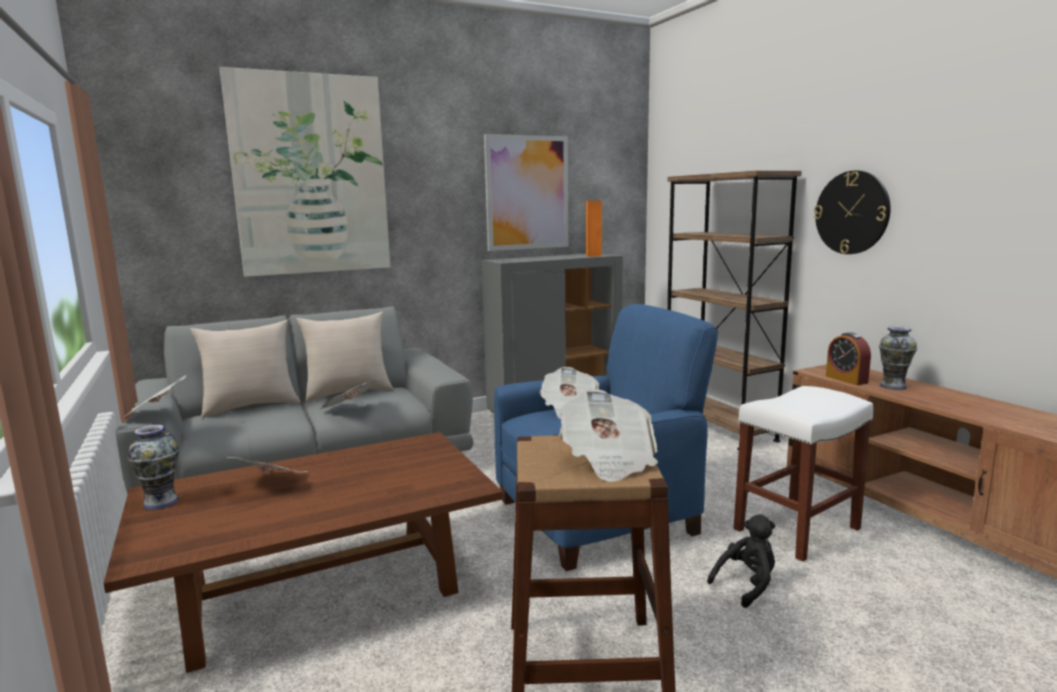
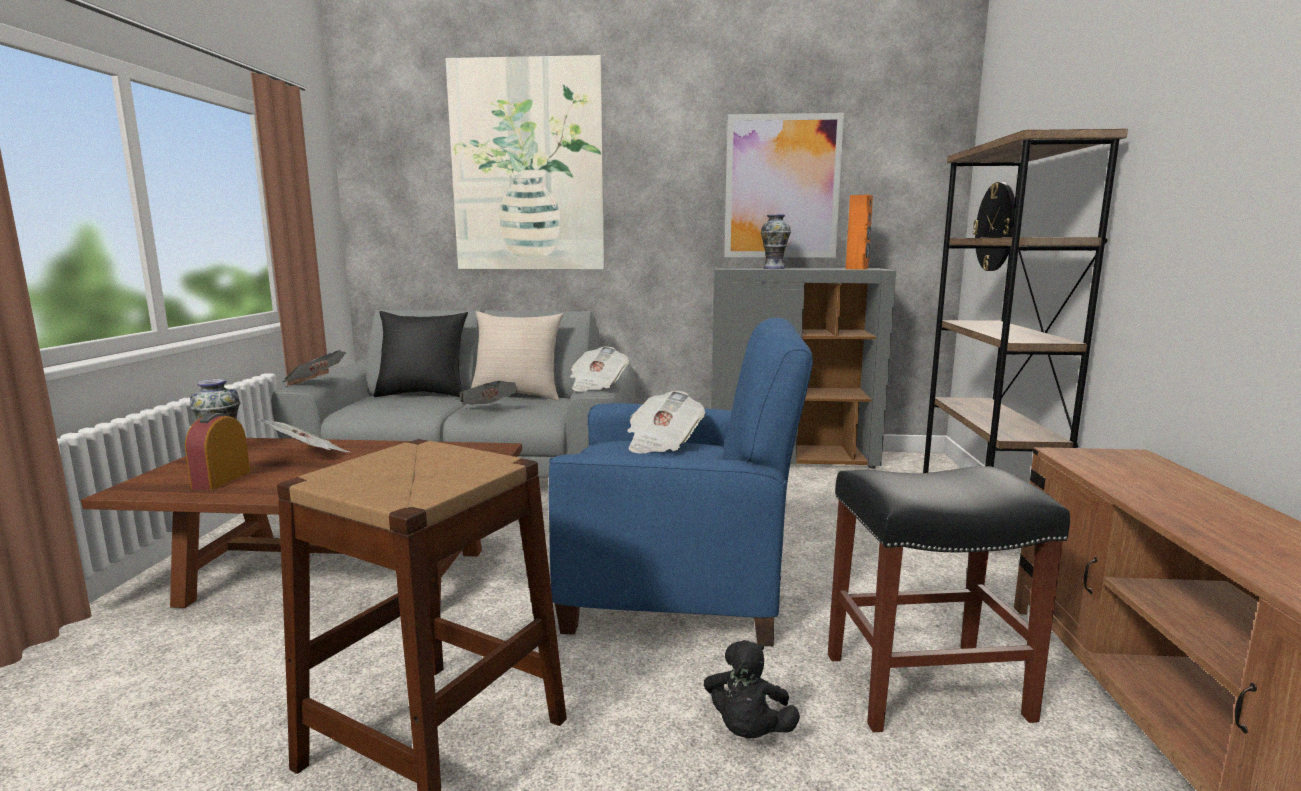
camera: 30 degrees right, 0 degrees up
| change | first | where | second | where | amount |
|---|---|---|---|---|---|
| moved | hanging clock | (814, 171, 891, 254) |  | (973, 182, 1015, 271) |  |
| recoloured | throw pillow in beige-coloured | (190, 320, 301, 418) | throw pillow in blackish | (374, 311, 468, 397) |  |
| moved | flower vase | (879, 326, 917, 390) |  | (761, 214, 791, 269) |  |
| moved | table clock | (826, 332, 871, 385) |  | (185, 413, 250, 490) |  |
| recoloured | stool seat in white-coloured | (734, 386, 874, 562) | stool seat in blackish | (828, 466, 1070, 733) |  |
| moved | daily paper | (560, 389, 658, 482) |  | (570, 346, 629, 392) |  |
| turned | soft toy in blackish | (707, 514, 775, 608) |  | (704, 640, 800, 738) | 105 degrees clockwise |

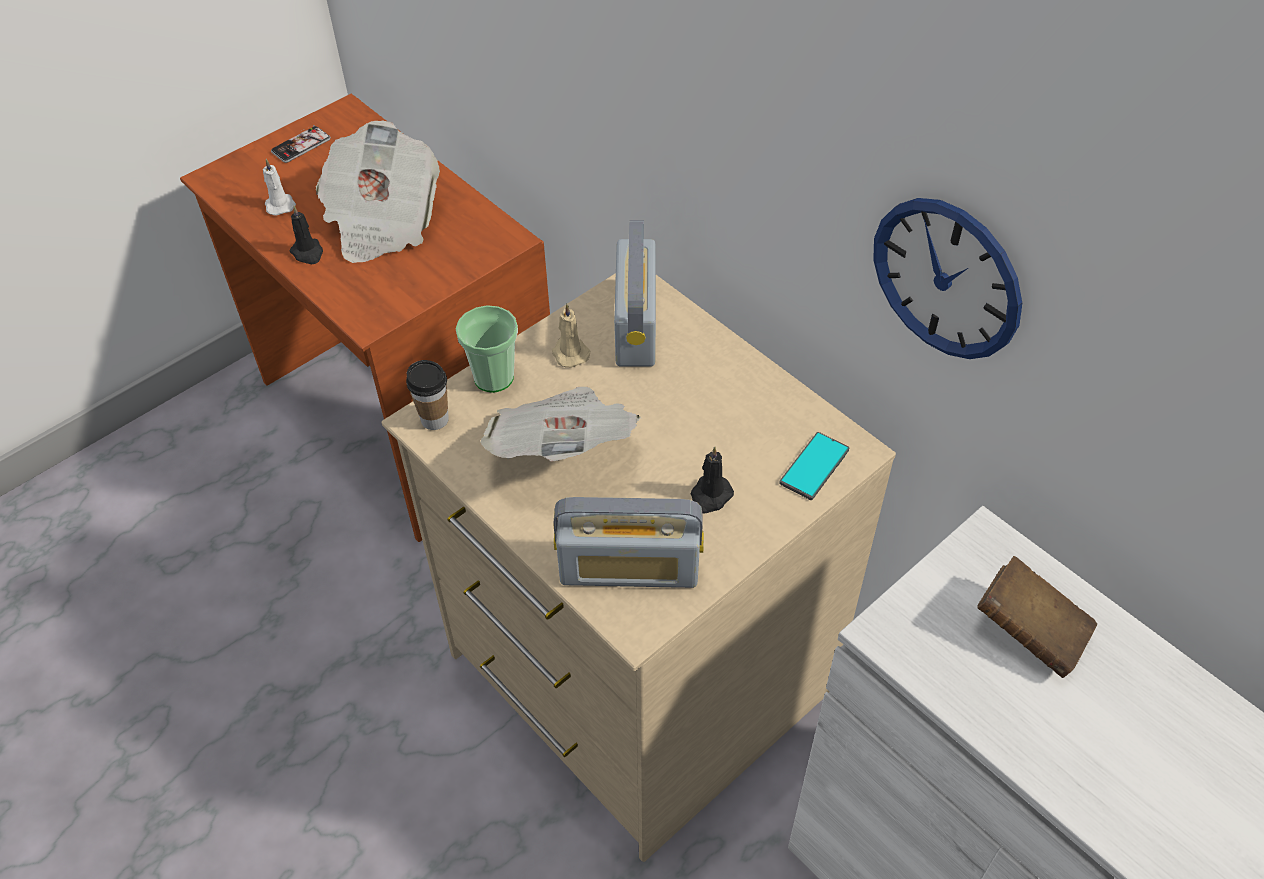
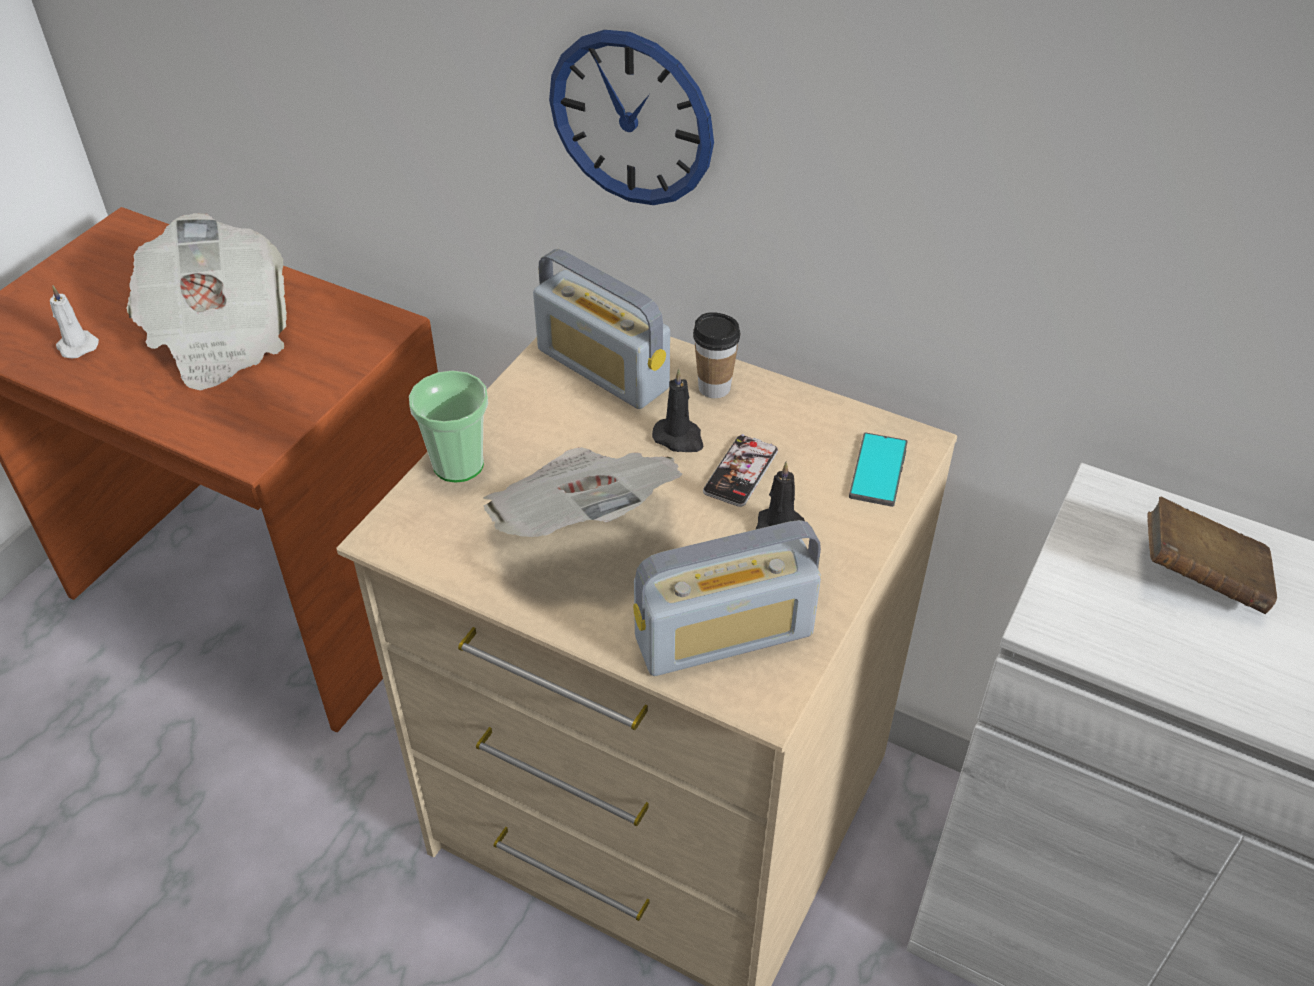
camera: 20 degrees left, 5 degrees down
| change | first | where | second | where | amount |
|---|---|---|---|---|---|
| moved | telephone | (271, 125, 331, 163) |  | (703, 434, 778, 507) |  |
| moved | hanging clock | (873, 198, 1022, 359) |  | (549, 30, 714, 205) |  |
| moved | wax candle in blackish | (289, 206, 323, 264) |  | (652, 369, 703, 452) |  |
| turned | radio receiver | (614, 220, 656, 367) |  | (533, 249, 670, 409) | 150 degrees clockwise |
| removed | wax candle in beige-coloured | (552, 304, 590, 368) |  |  |  |
| moved | cup | (406, 360, 449, 430) |  | (693, 312, 741, 398) |  |

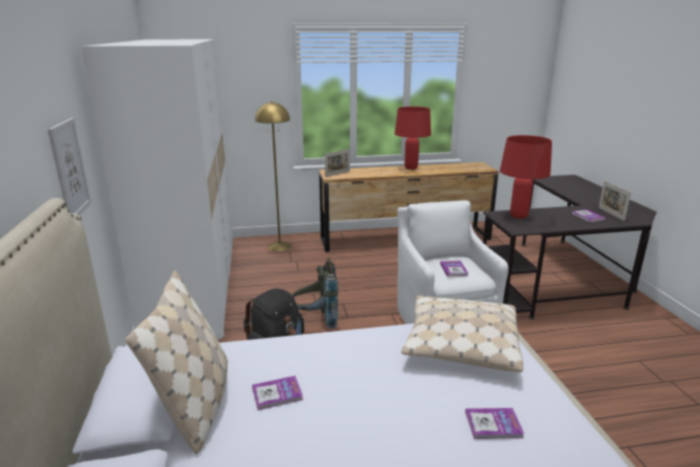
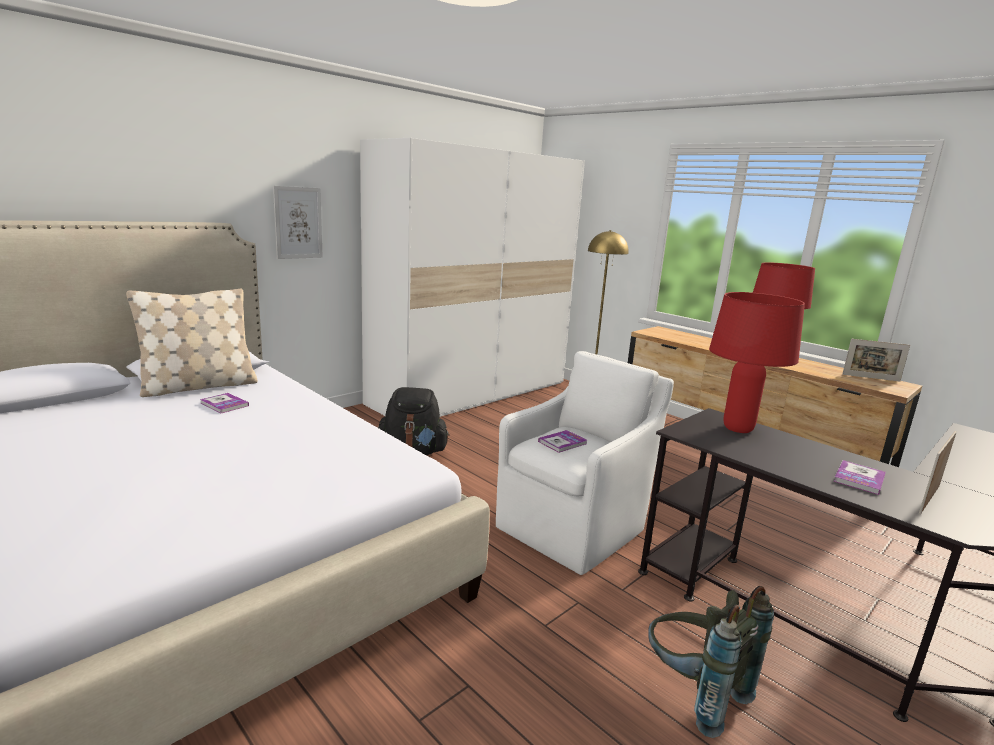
camera: 55 degrees right, 5 degrees down
| change | first | where | second | where | amount |
|---|---|---|---|---|---|
| moved | standing frame | (325, 149, 350, 177) |  | (842, 339, 910, 381) |  |
| moved | rucksack in gray | (292, 257, 338, 328) |  | (648, 586, 774, 738) |  |
| removed | throw pillow in beige-coloured | (401, 296, 523, 372) |  |  |  |
| removed | book | (465, 408, 524, 439) |  |  |  |

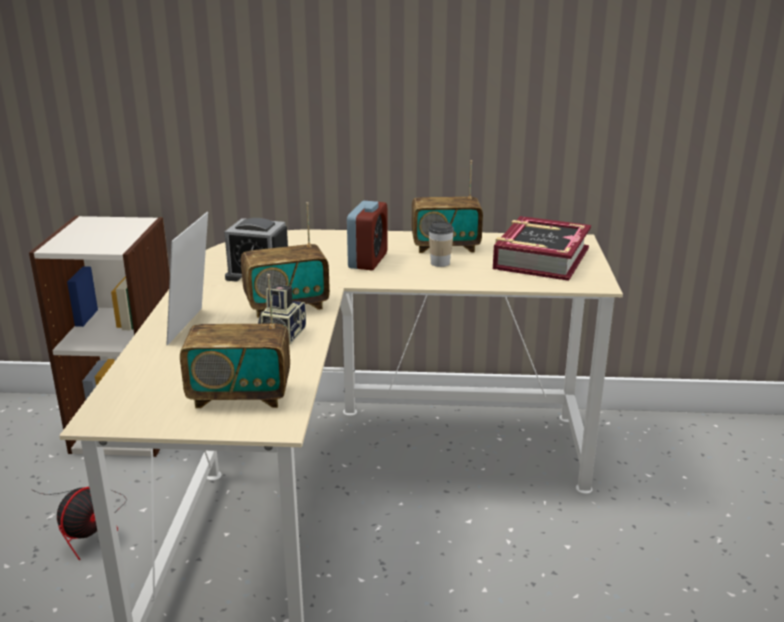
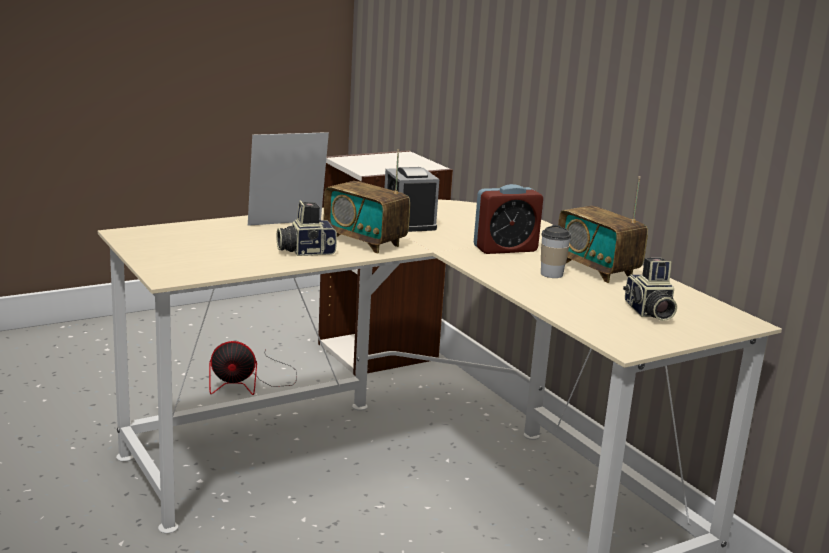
camera: 55 degrees right, 5 degrees down
| change | first | where | second | where | amount |
|---|---|---|---|---|---|
| replaced | book | (493, 216, 591, 281) | still camera | (623, 258, 677, 321) |  |
| removed | radio receiver | (180, 274, 290, 408) |  |  |  |

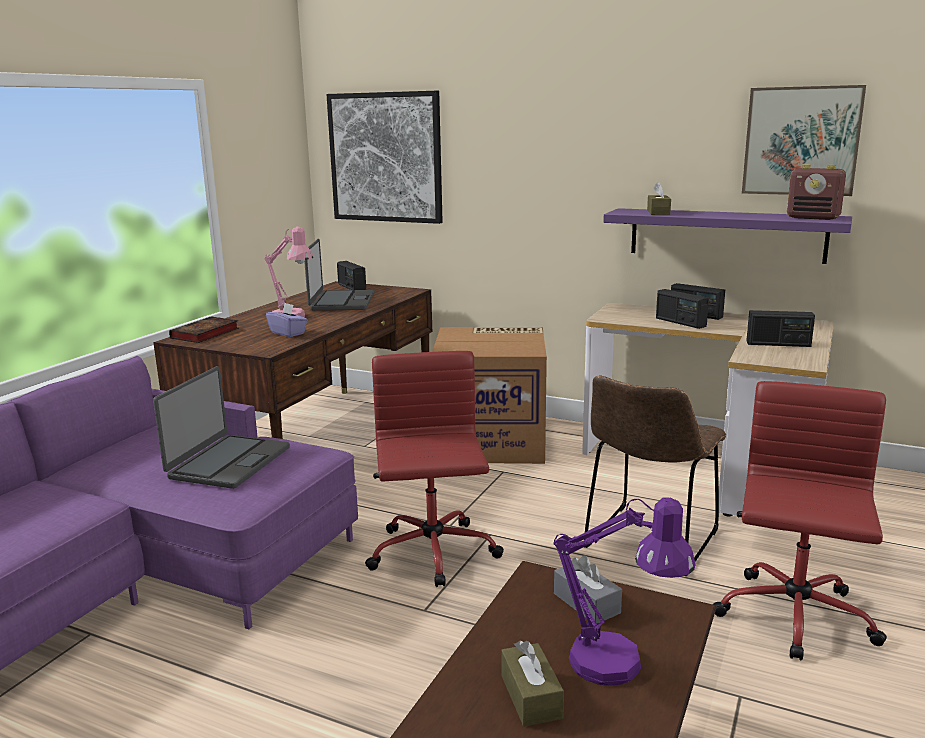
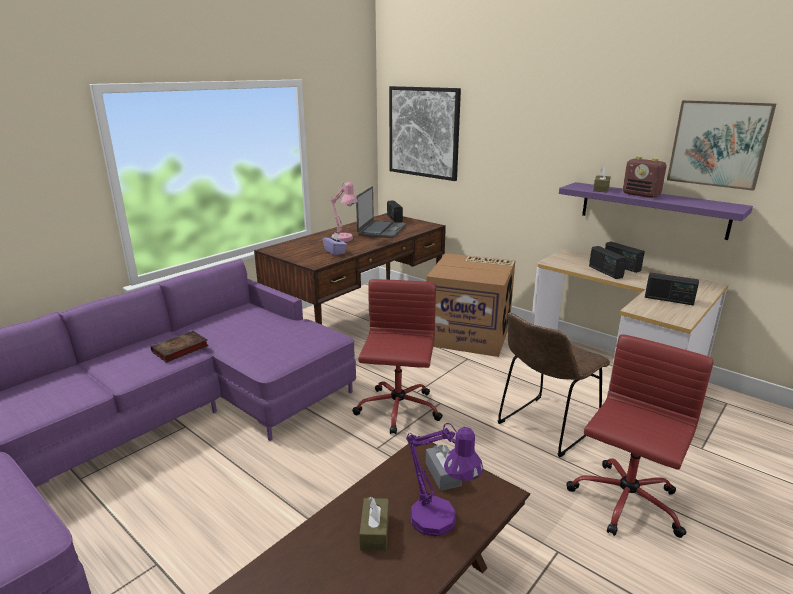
camera: 15 degrees right, 5 degrees up
| change | first | where | second | where | amount |
|---|---|---|---|---|---|
| moved | radio receiver | (787, 164, 846, 220) |  | (623, 156, 667, 198) |  |
| moved | book | (169, 316, 239, 343) |  | (151, 331, 209, 363) |  |
| removed | notebook computer | (153, 366, 290, 489) |  |  |  |

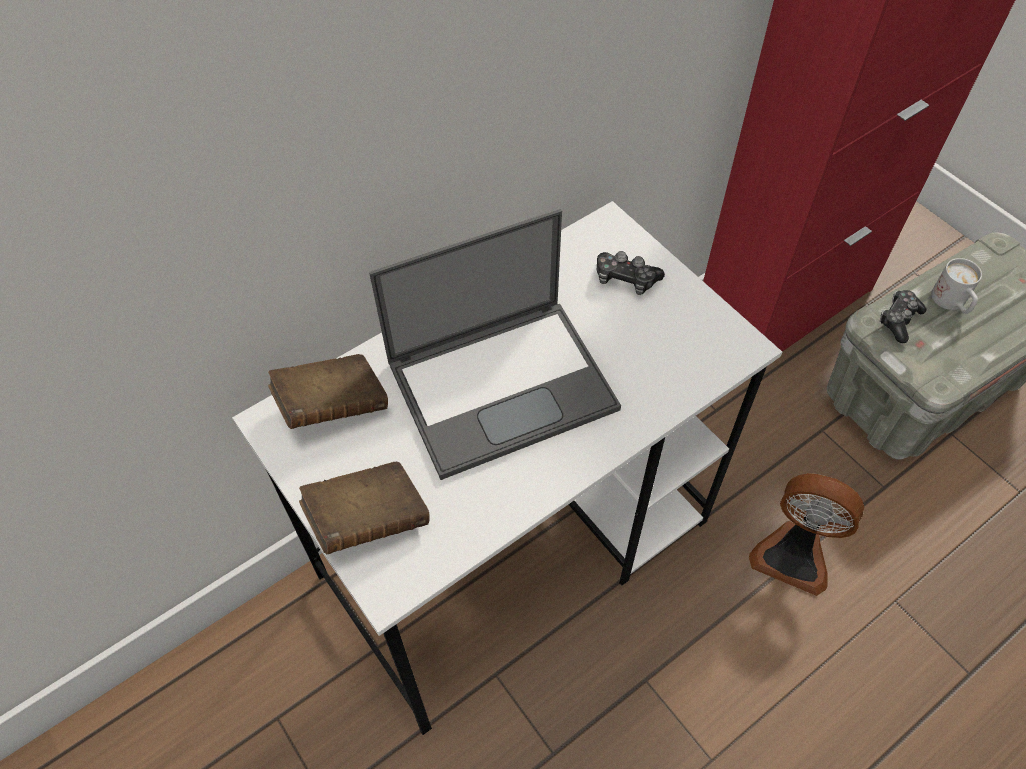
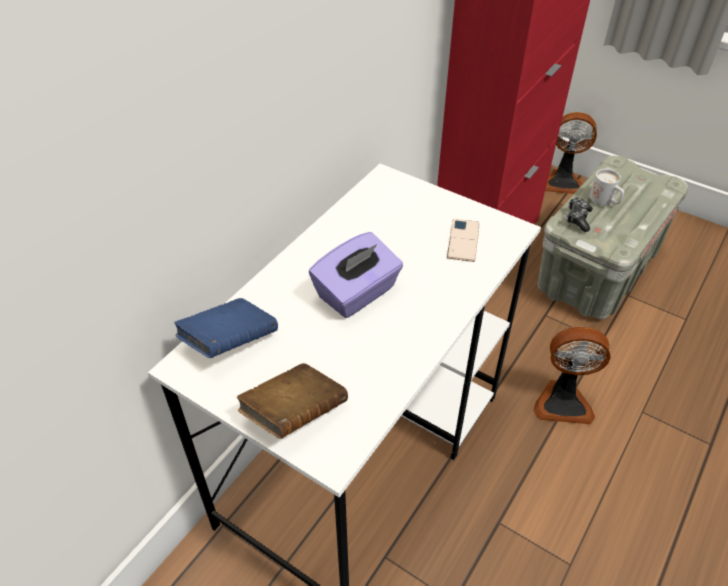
camera: 20 degrees left, 10 degrees down
| change | first | where | second | where | amount |
|---|---|---|---|---|---|
| replaced | notebook computer | (369, 209, 621, 480) | tissue box in purplish | (309, 232, 403, 318) |  |
| removed | gamepad | (597, 251, 665, 295) |  |  |  |
| recoloured | book in brown-coloured | (268, 354, 388, 429) | book in blue | (174, 298, 278, 358) |  |
| added |  |  | fan | (545, 112, 597, 194) |  |
| added |  |  | telephone | (447, 219, 480, 262) |  |

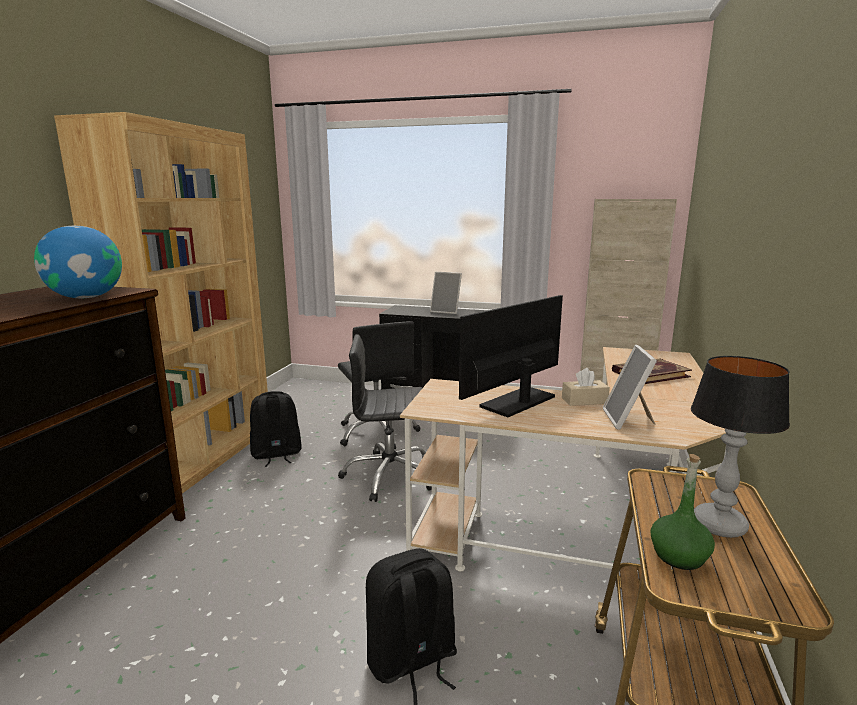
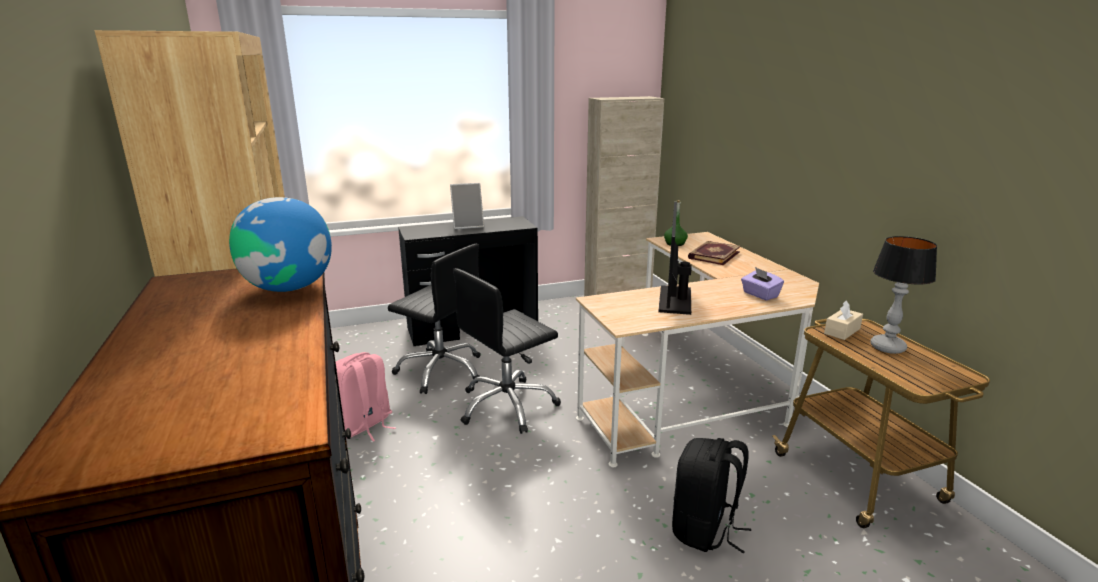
camera: 35 degrees left, 5 degrees up
| change | first | where | second | where | amount |
|---|---|---|---|---|---|
| replaced | standing frame | (603, 345, 657, 430) | tissue box in purplish | (741, 267, 784, 300) |  |
| moved | tissue box in beige-coloured | (562, 368, 610, 406) |  | (824, 300, 863, 340) |  |
| recoloured | rucksack in blackish | (250, 391, 302, 467) | rucksack in pinkish | (336, 352, 396, 441) |  |
| moved | beverage bottle in greenish | (650, 454, 715, 570) |  | (664, 200, 688, 246) |  |

